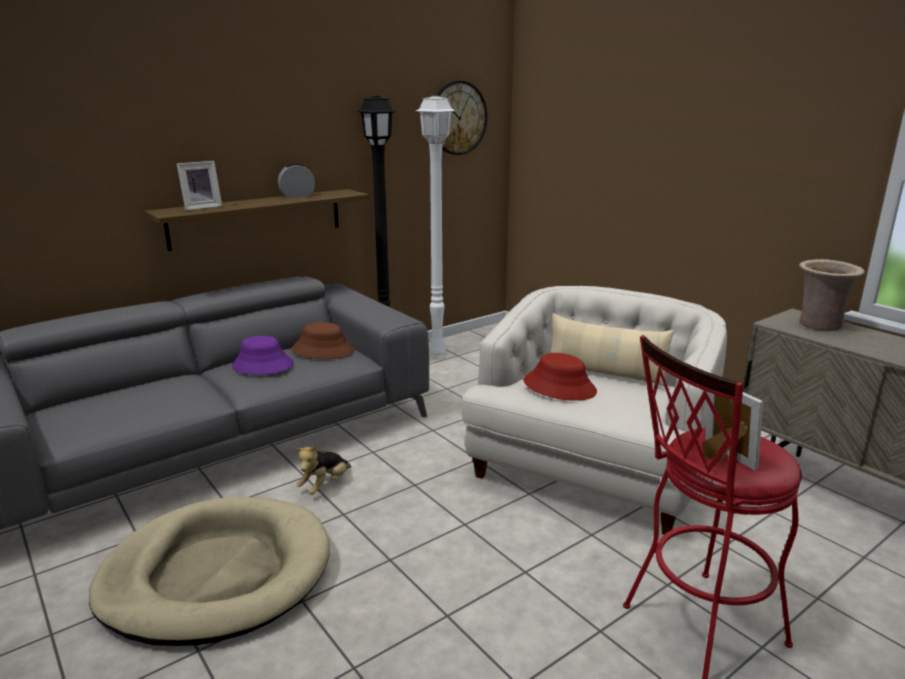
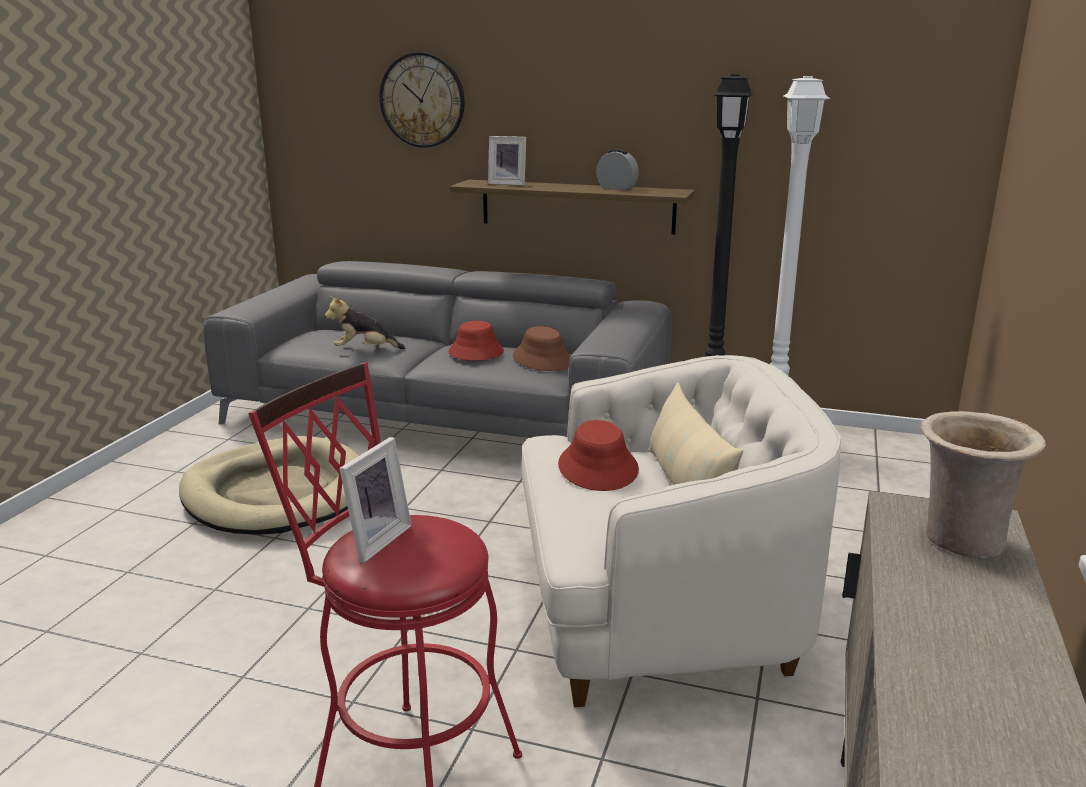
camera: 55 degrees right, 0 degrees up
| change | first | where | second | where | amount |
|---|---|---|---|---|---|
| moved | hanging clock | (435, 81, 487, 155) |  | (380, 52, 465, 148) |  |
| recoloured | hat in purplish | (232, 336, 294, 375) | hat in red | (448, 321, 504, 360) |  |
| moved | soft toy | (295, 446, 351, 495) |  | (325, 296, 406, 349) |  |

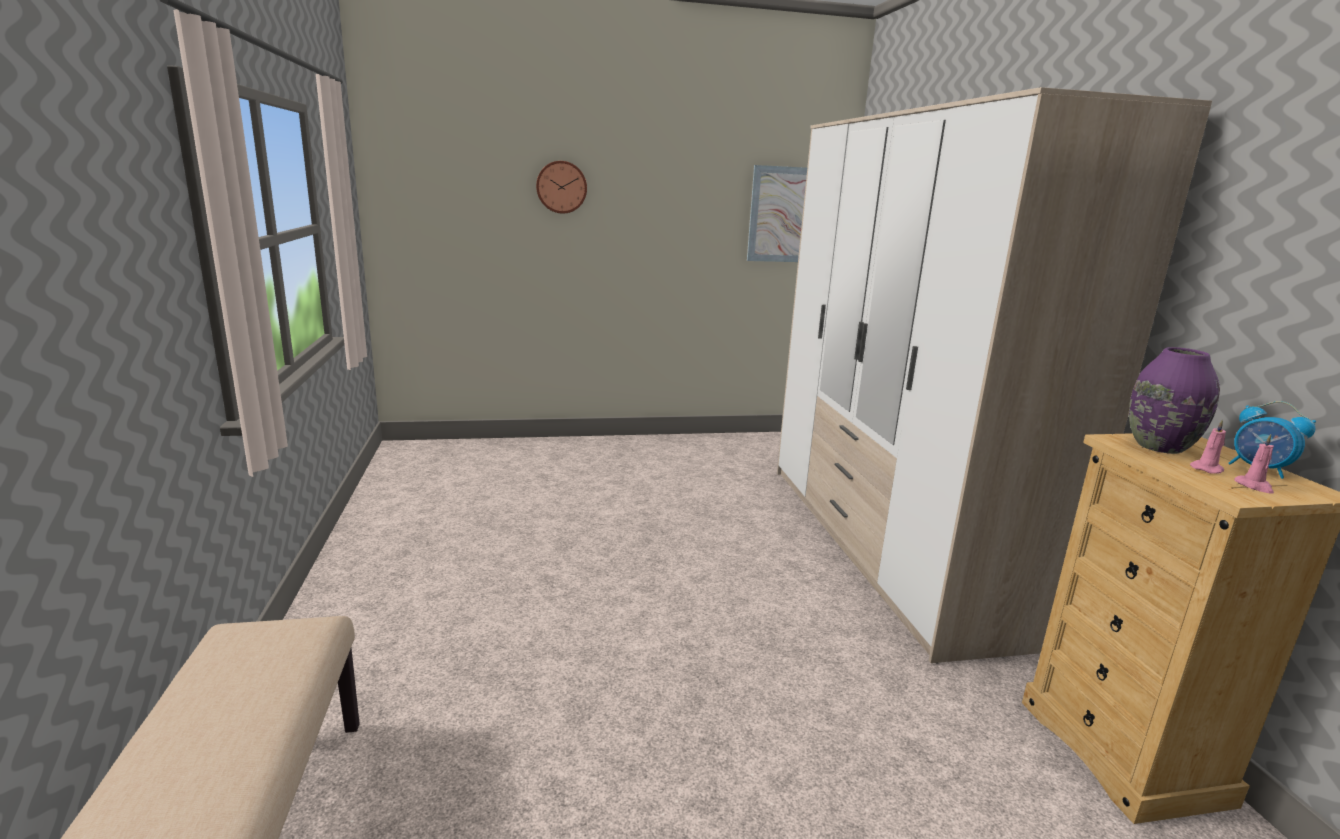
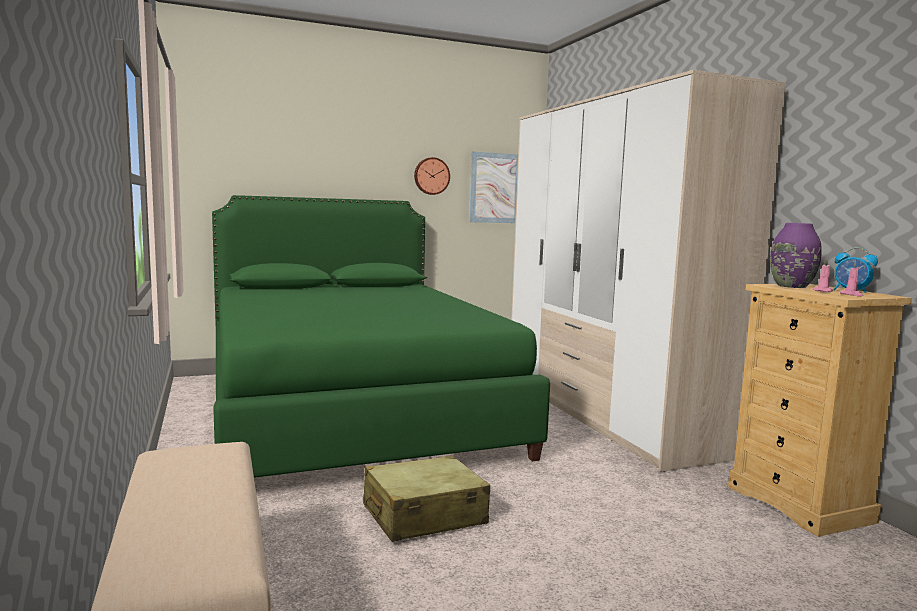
camera: 10 degrees left, 10 degrees down
| change | first | where | second | where | amount |
|---|---|---|---|---|---|
| moved | hanging clock | (536, 161, 587, 214) |  | (414, 157, 450, 195) |  |
| added |  |  | bed in greenish | (212, 195, 550, 478) |  |
| added |  |  | suitcase in beige-coloured | (363, 455, 490, 542) |  |

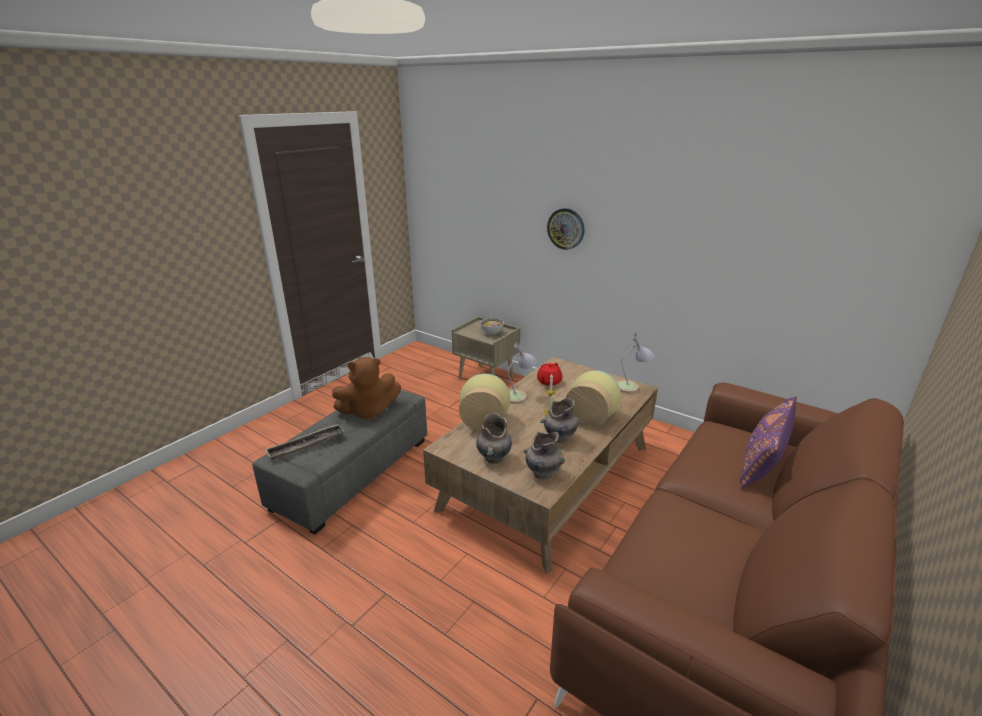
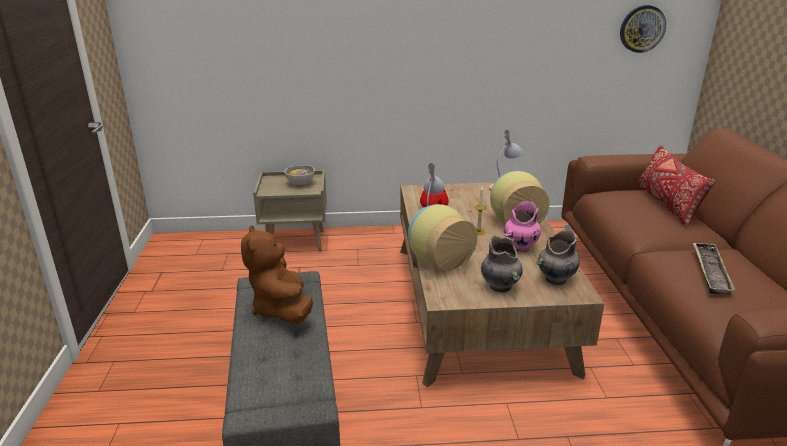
camera: 40 degrees left, 0 degrees up
| change | first | where | second | where | amount |
|---|---|---|---|---|---|
| moved | hanging clock | (547, 208, 584, 250) |  | (620, 5, 666, 53) |  |
| turned | soft toy in brown-coloured | (332, 357, 401, 421) |  | (241, 225, 313, 323) | 135 degrees clockwise |
| recoloured | throw pillow in purplish | (740, 396, 797, 489) | throw pillow in red | (638, 145, 715, 227) |  |
| recoloured | flower vase in gray | (540, 398, 580, 443) | flower vase in pinkish | (504, 201, 541, 252) |  |
| moved | serving tray | (265, 424, 344, 460) |  | (693, 243, 736, 295) |  |

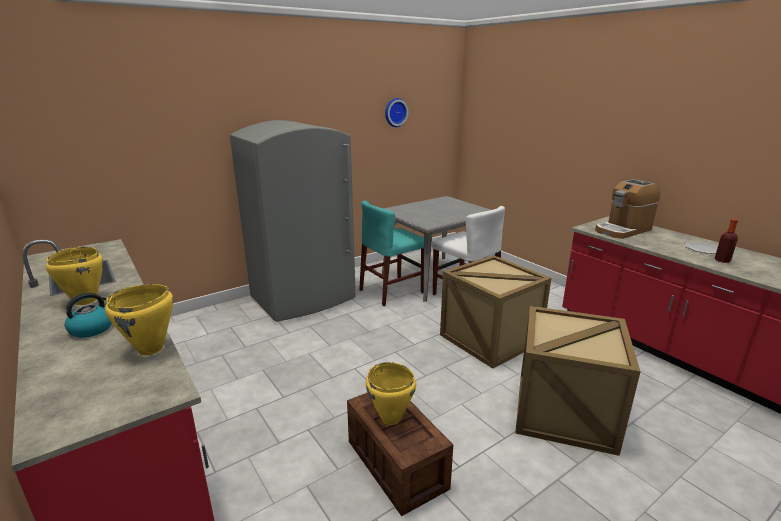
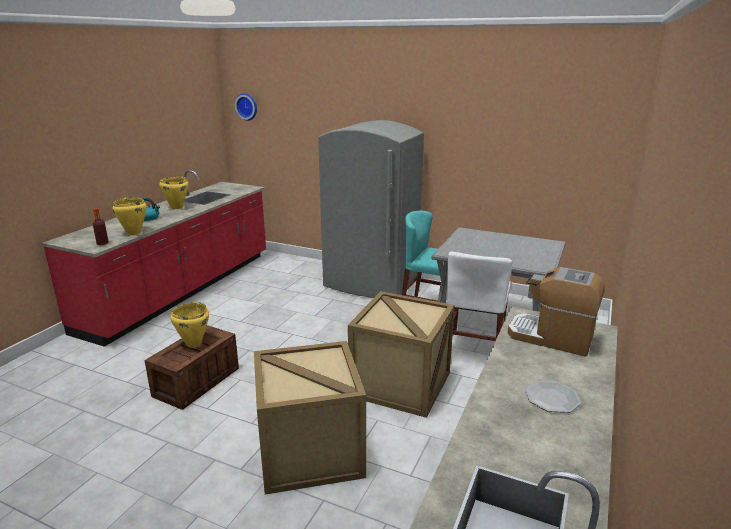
camera: 60 degrees right, 0 degrees up
| change | first | where | second | where | amount |
|---|---|---|---|---|---|
| moved | hanging clock | (385, 98, 408, 127) |  | (235, 93, 257, 121) |  |
| moved | beverage bottle | (715, 219, 738, 263) |  | (93, 208, 109, 245) |  |

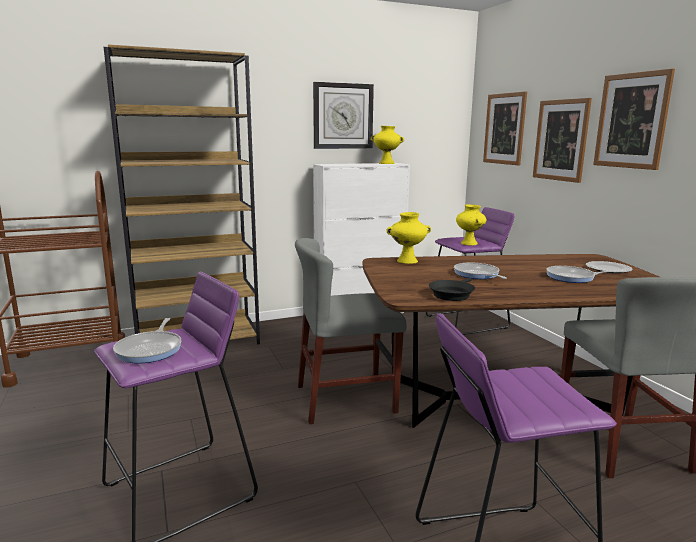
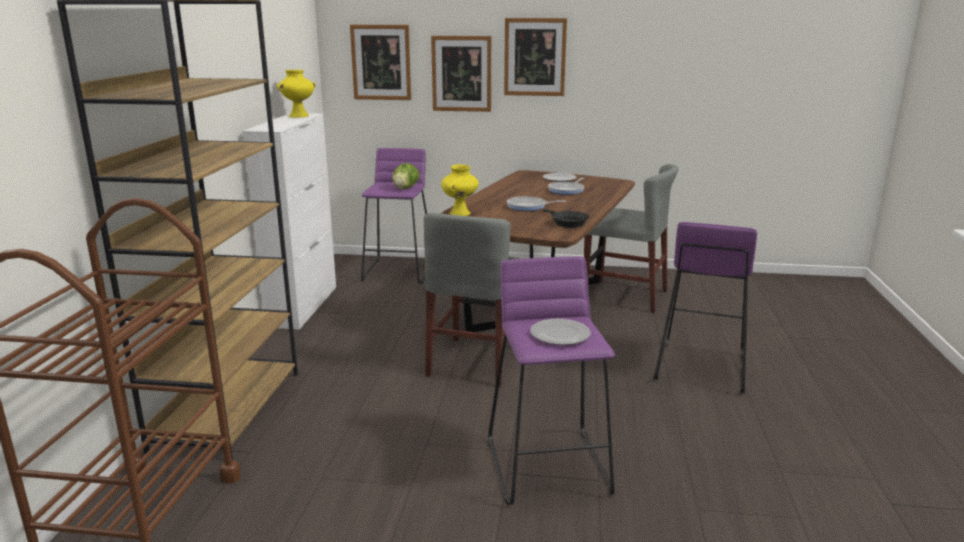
camera: 60 degrees left, 5 degrees up
| change | first | where | second | where | amount |
|---|---|---|---|---|---|
| removed | hanging clock | (313, 82, 374, 149) |  |  |  |
| replaced | flower vase in yellow-coloured | (456, 204, 486, 245) | head of lettuce | (392, 163, 420, 189) |  |
| replaced | skillet | (113, 318, 181, 364) | plate | (530, 319, 591, 345) |  |

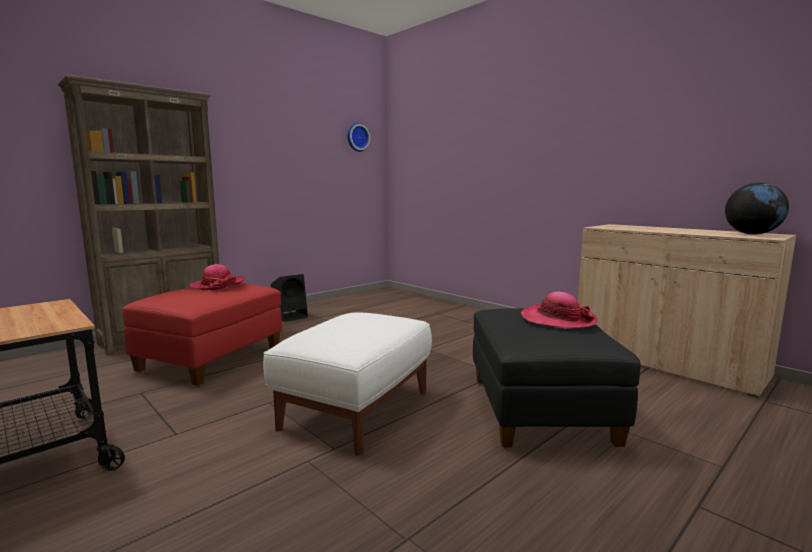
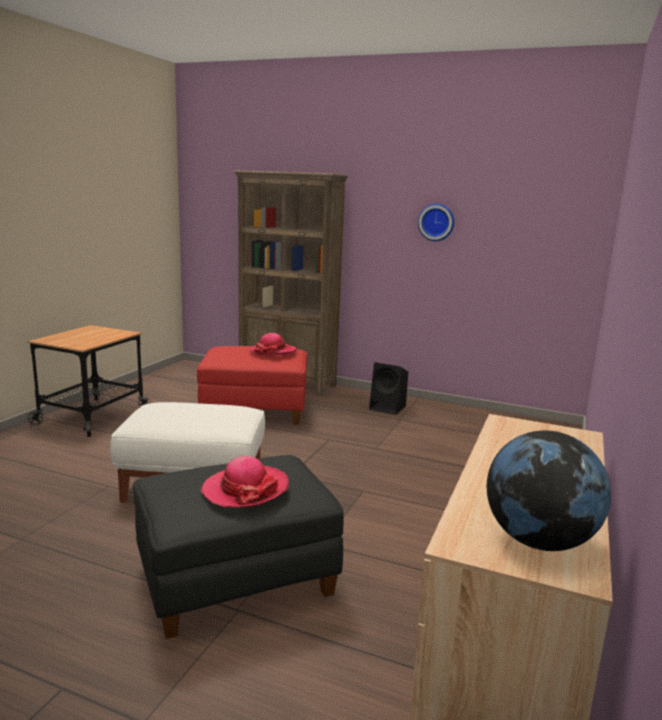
camera: 65 degrees right, 5 degrees up
| change | first | where | second | where | amount |
|---|---|---|---|---|---|
| moved | hanging clock | (347, 123, 370, 152) |  | (418, 204, 454, 241) |  |

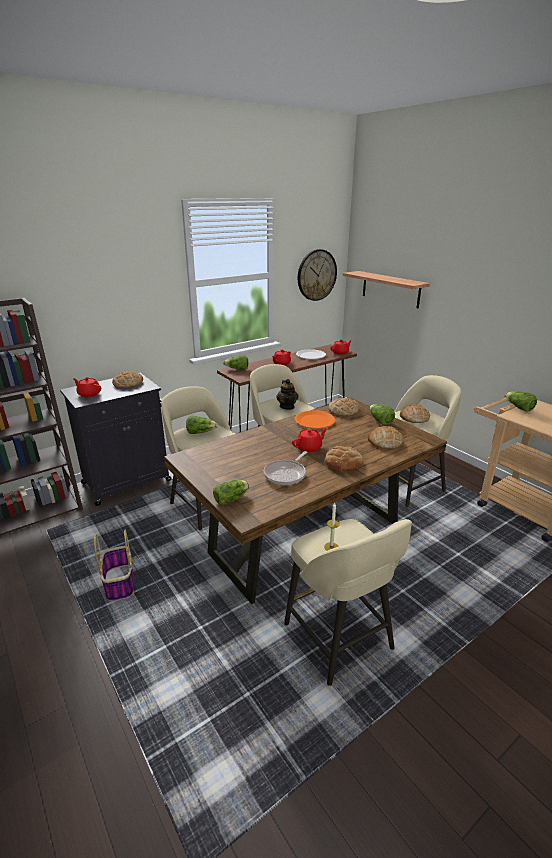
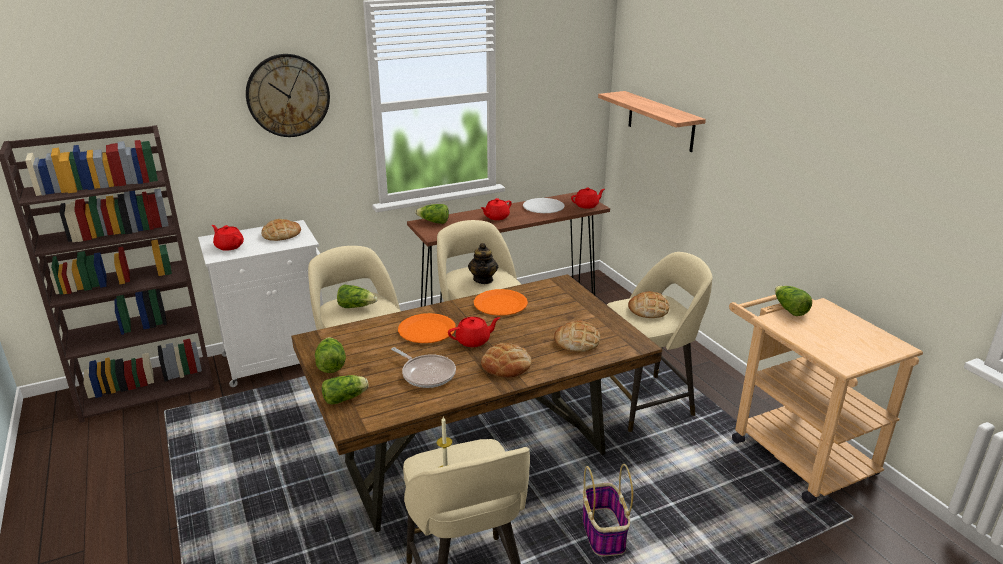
camera: 10 degrees right, 0 degrees up
| change | first | where | second | where | amount |
|---|---|---|---|---|---|
| moved | hanging clock | (298, 249, 337, 301) |  | (246, 54, 330, 137) |  |
| recoloured | cabinet in blackish | (60, 373, 171, 506) | cabinet in white-coloured | (198, 220, 323, 387) |  |
| removed | baked bread | (329, 398, 359, 416) |  |  |  |
| moved | head of lettuce | (370, 404, 395, 425) |  | (315, 337, 346, 373) |  |
| turned | skillet | (263, 451, 307, 485) |  | (391, 347, 456, 388) | 90 degrees counterclockwise |
| moved | household basket | (94, 530, 134, 601) |  | (582, 464, 633, 556) |  |
| added |  |  | plate in orange | (398, 313, 456, 343) |  |

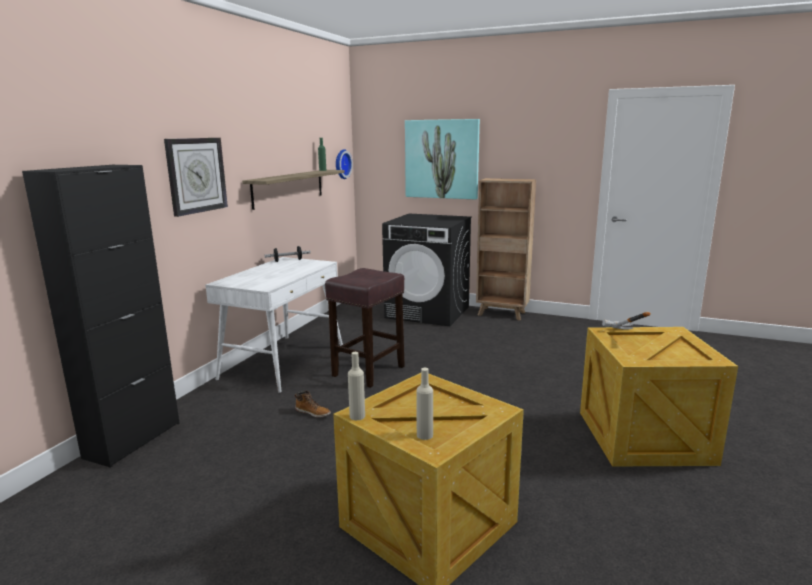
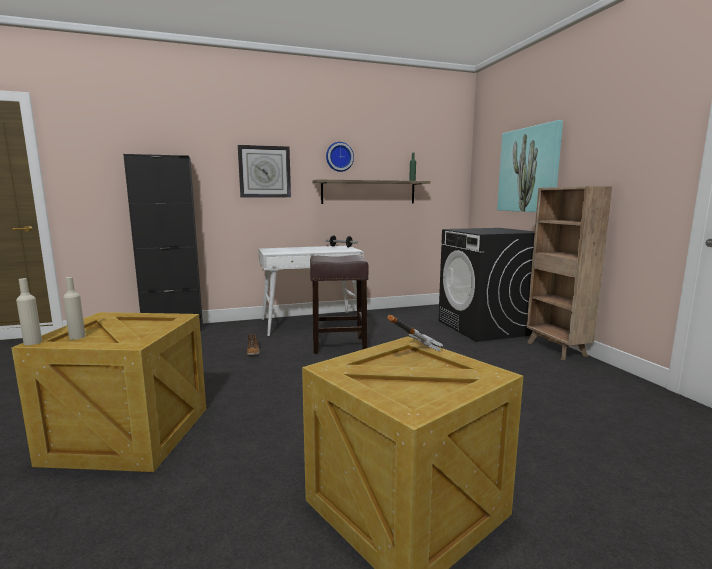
camera: 50 degrees right, 5 degrees down
| change | first | where | second | where | amount |
|---|---|---|---|---|---|
| moved | hanging clock | (336, 149, 353, 179) |  | (326, 142, 354, 172) |  |
| moved | beverage bottle in beige-coloured | (348, 352, 365, 420) |  | (16, 278, 42, 345) |  |

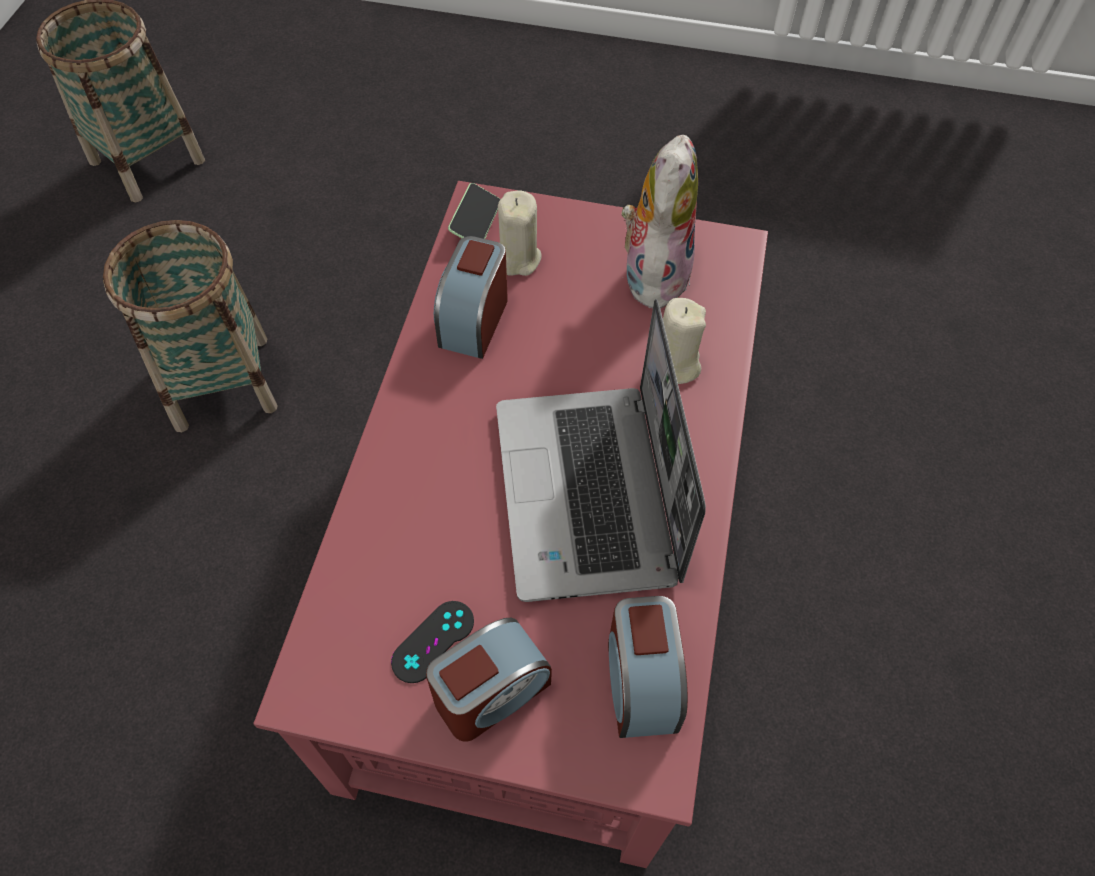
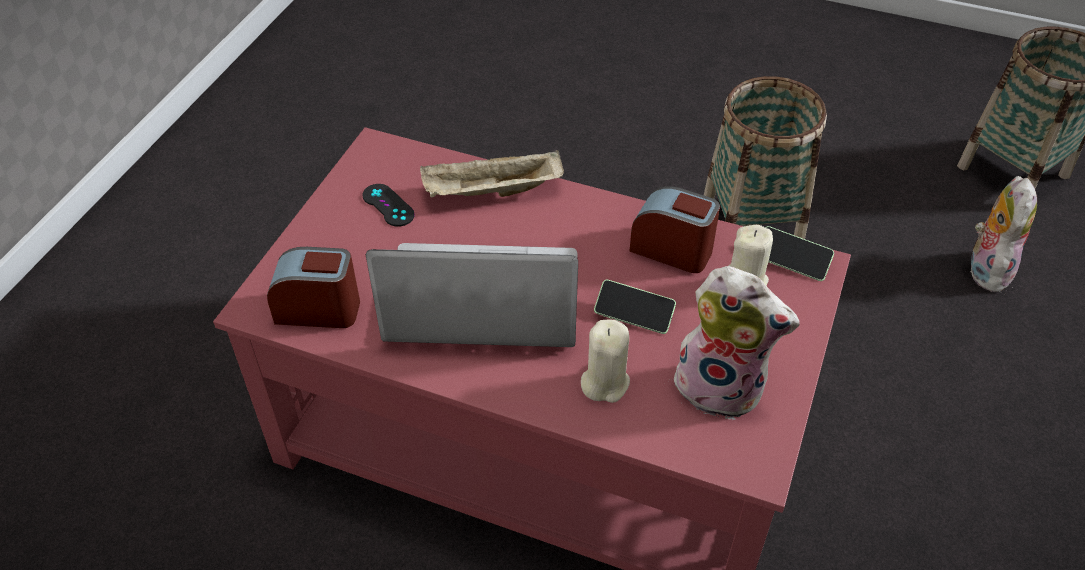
camera: 100 degrees right, 10 degrees down
| change | first | where | second | where | amount |
|---|---|---|---|---|---|
| removed | table clock | (426, 618, 552, 742) |  |  |  |
| added |  |  | serving tray in beige-coloured | (420, 150, 564, 197) |  |
| added |  |  | soft toy | (970, 176, 1037, 292) |  |
| added |  |  | telephone | (594, 280, 676, 334) |  |

